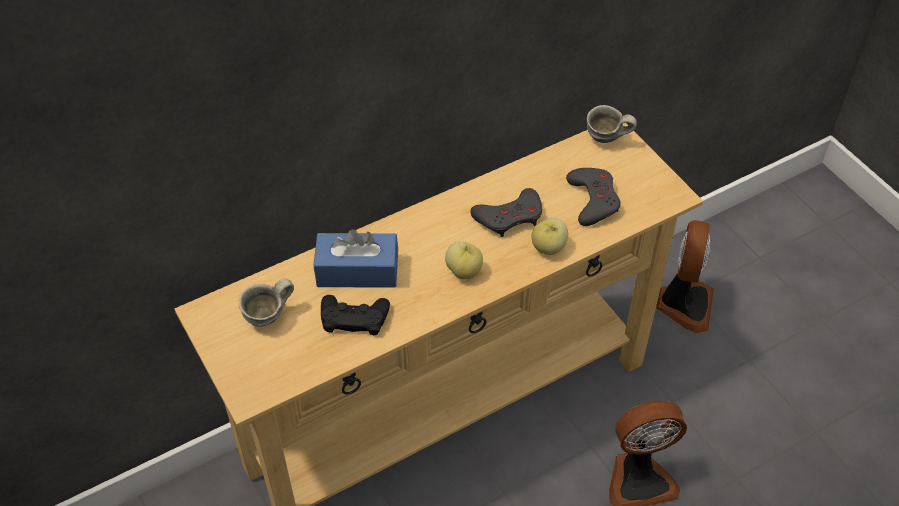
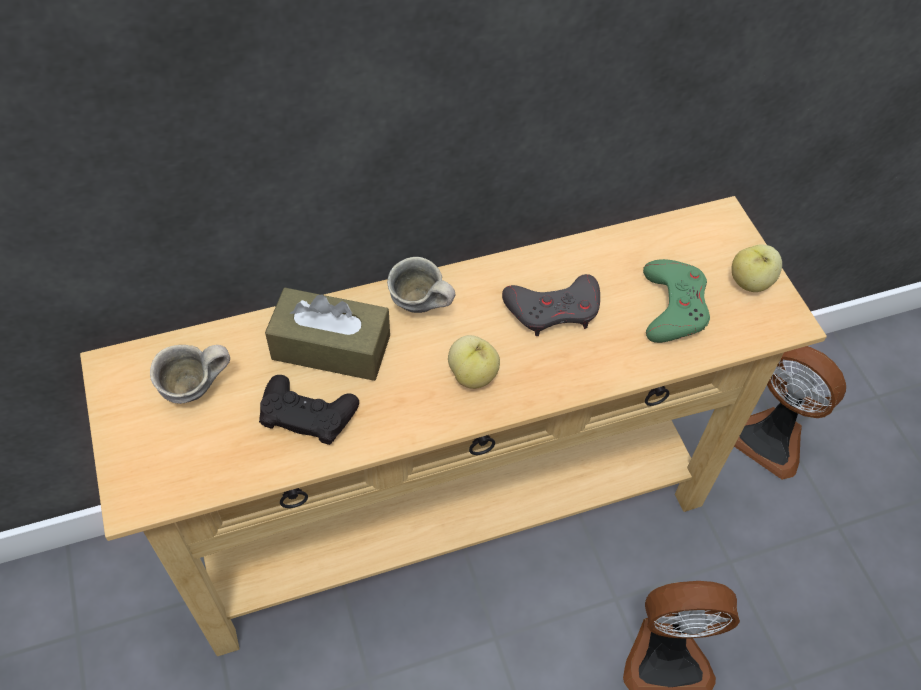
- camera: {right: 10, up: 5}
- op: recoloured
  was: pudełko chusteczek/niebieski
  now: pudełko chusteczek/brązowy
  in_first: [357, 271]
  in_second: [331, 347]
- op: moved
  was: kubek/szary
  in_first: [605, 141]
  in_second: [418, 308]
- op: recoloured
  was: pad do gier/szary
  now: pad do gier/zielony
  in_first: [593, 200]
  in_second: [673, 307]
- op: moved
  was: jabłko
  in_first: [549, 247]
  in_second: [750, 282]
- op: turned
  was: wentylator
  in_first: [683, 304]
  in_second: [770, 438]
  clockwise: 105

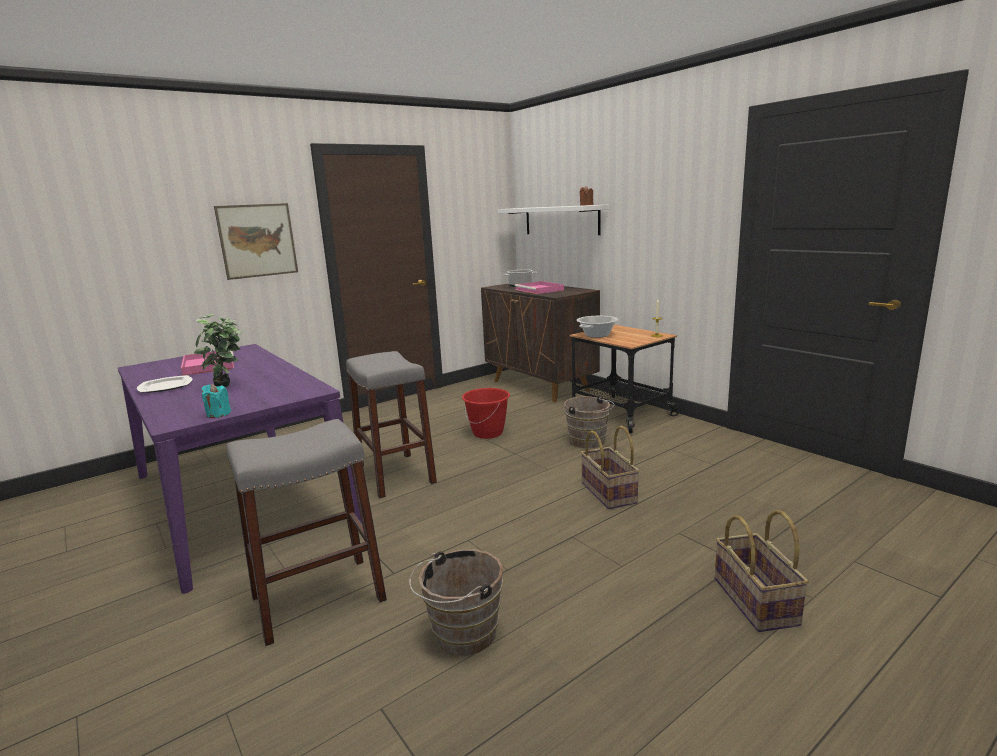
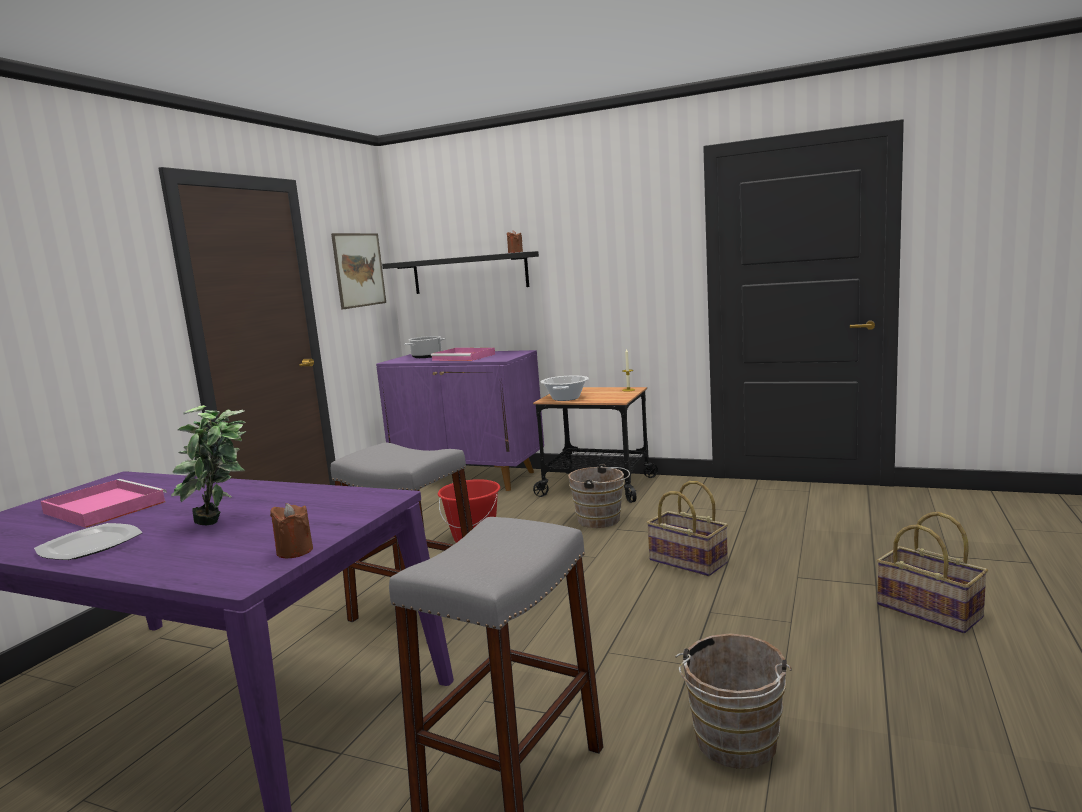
- camera: {right: -30, up: -5}
- op: recoloured
  was: świeca/turkusowy
  now: świeca/brązowy
  in_first: [218, 414]
  in_second: [295, 551]
- op: moved
  was: obraz
  in_first: [257, 240]
  in_second: [359, 270]
- op: recoloured
  was: szafka/brązowy
  now: szafka/fioletowy
  in_first: [540, 386]
  in_second: [470, 478]
- op: recoloured
  was: półka/biały
  now: półka/czarny
  in_first: [561, 220]
  in_second: [469, 273]

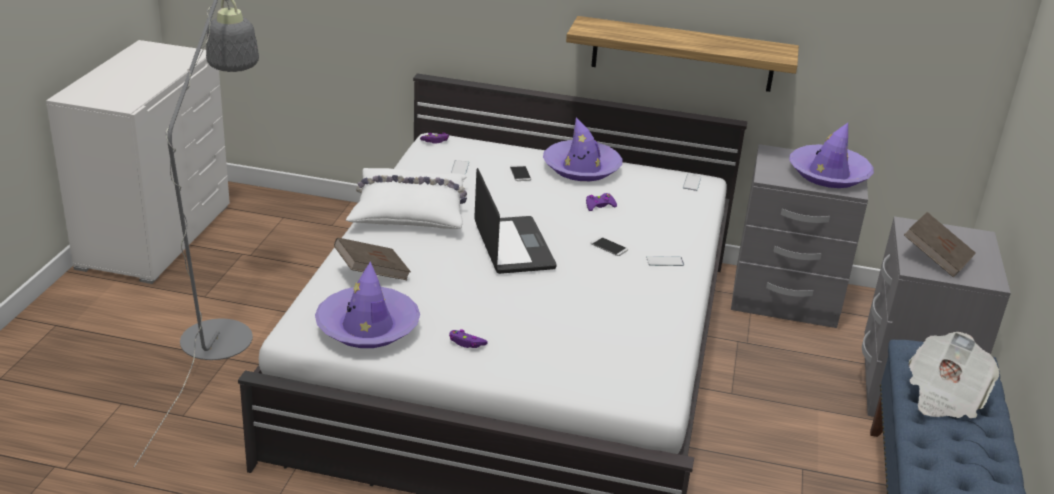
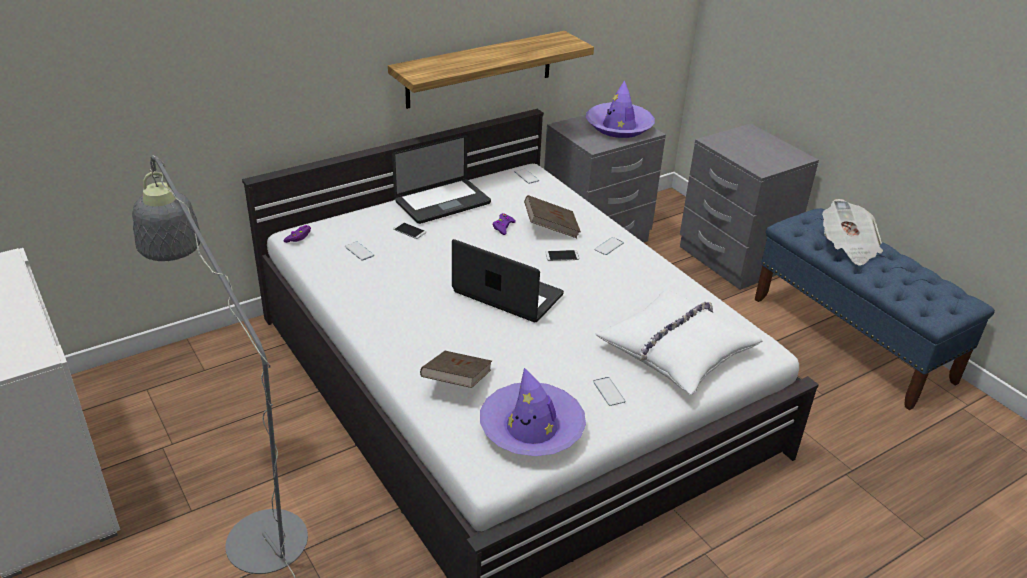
- camera: {right: -45, up: 5}
- op: replaced
  was: kapelusz/fioletowy
  now: laptop
  in_first: [582, 168]
  in_second: [442, 202]
- op: moved
  was: książka/brązowy
  in_first: [936, 258]
  in_second: [551, 228]
- op: replaced
  was: pad do gier/fioletowy
  now: telefon
  in_first: [466, 343]
  in_second: [609, 391]
- op: moved
  was: poduszka/biały
  in_first: [410, 210]
  in_second: [676, 350]

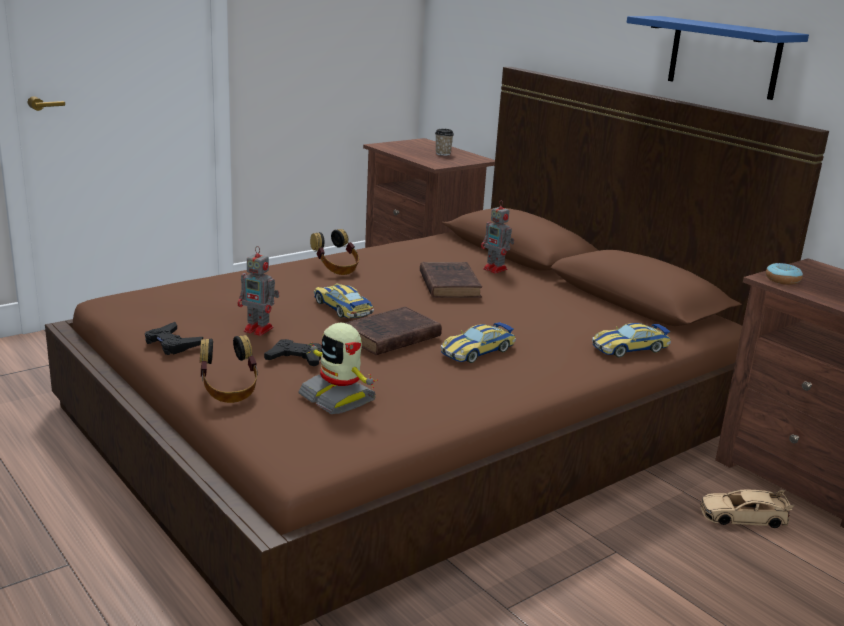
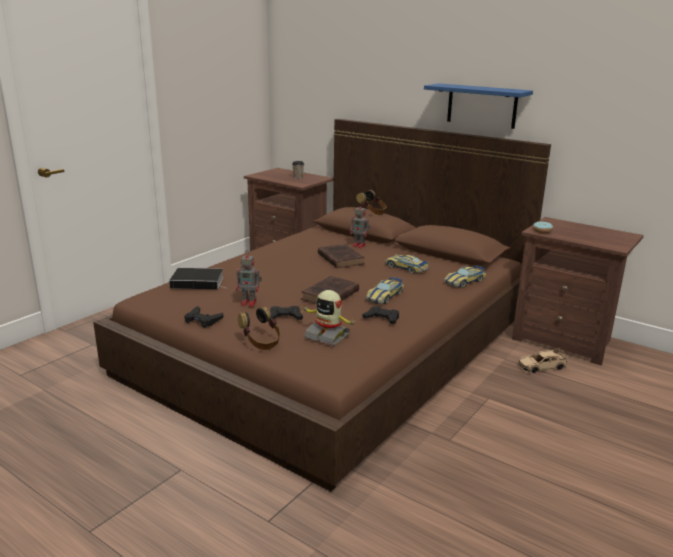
- camera: {right: -15, up: 0}
- op: added
  now: książka
  in_second: [199, 282]
- op: moved
  was: słuchawki
  in_first: [336, 269]
  in_second: [372, 212]
- op: added
  now: pad do gier/czarny
  in_second: [382, 318]
- op: moved
  was: samochodzik
  in_first: [342, 308]
  in_second: [406, 268]

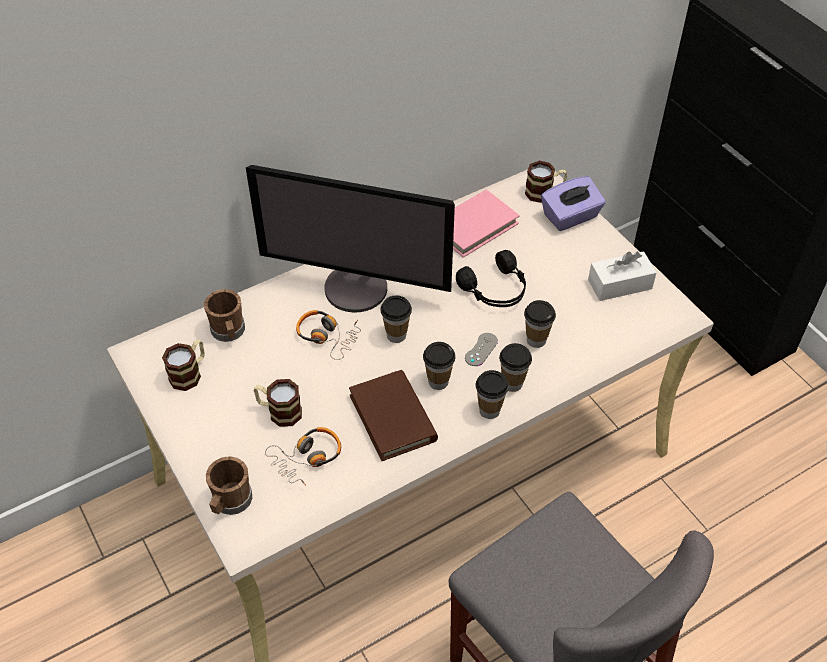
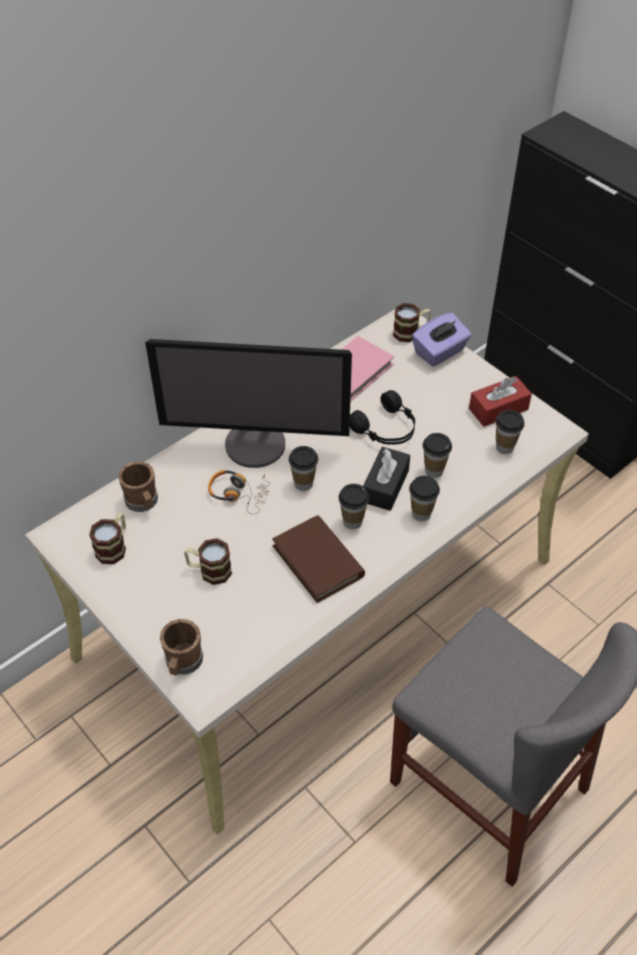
- camera: {right: -10, up: 0}
- op: replaced
  was: pad do gier/szary
  now: pudełko chusteczek/czarny
  in_first: [481, 349]
  in_second: [385, 486]
- op: recoloured
  was: pudełko chusteczek/biały
  now: pudełko chusteczek/czerwony
  in_first: [620, 284]
  in_second: [498, 409]
- op: moved
  was: filiżanka
  in_first: [489, 410]
  in_second: [504, 447]
- op: removed
  was: słuchawki
  in_first: [307, 458]

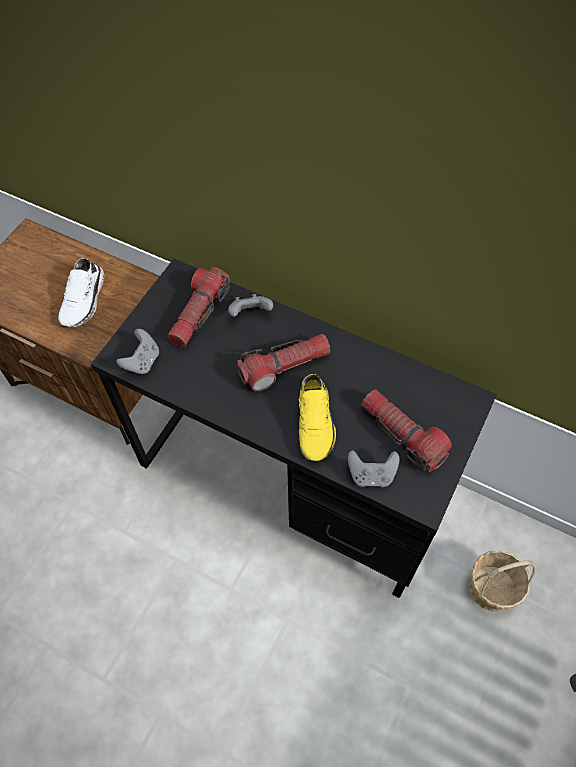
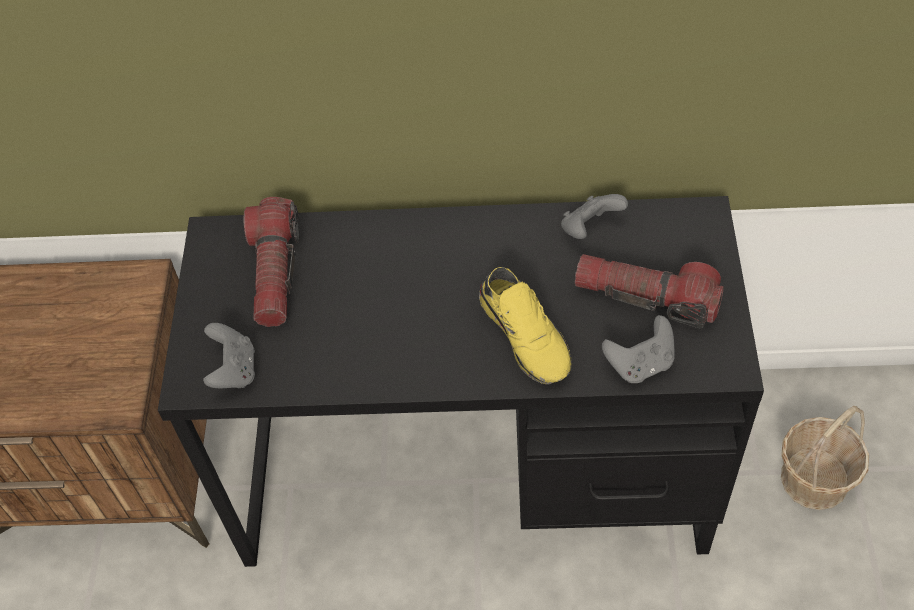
- camera: {right: -25, up: -5}
- op: moved
  was: pad do gier/szary
  in_first: [250, 313]
  in_second: [589, 229]
- op: removed
  was: but/biały
  in_first: [85, 300]
- op: removed
  was: latarka
  in_first: [284, 366]

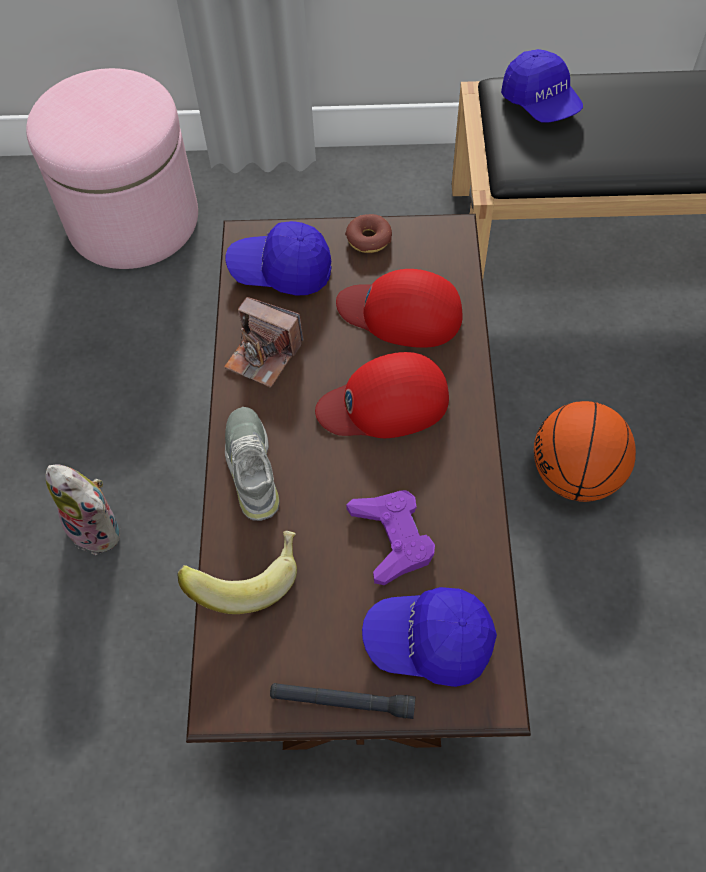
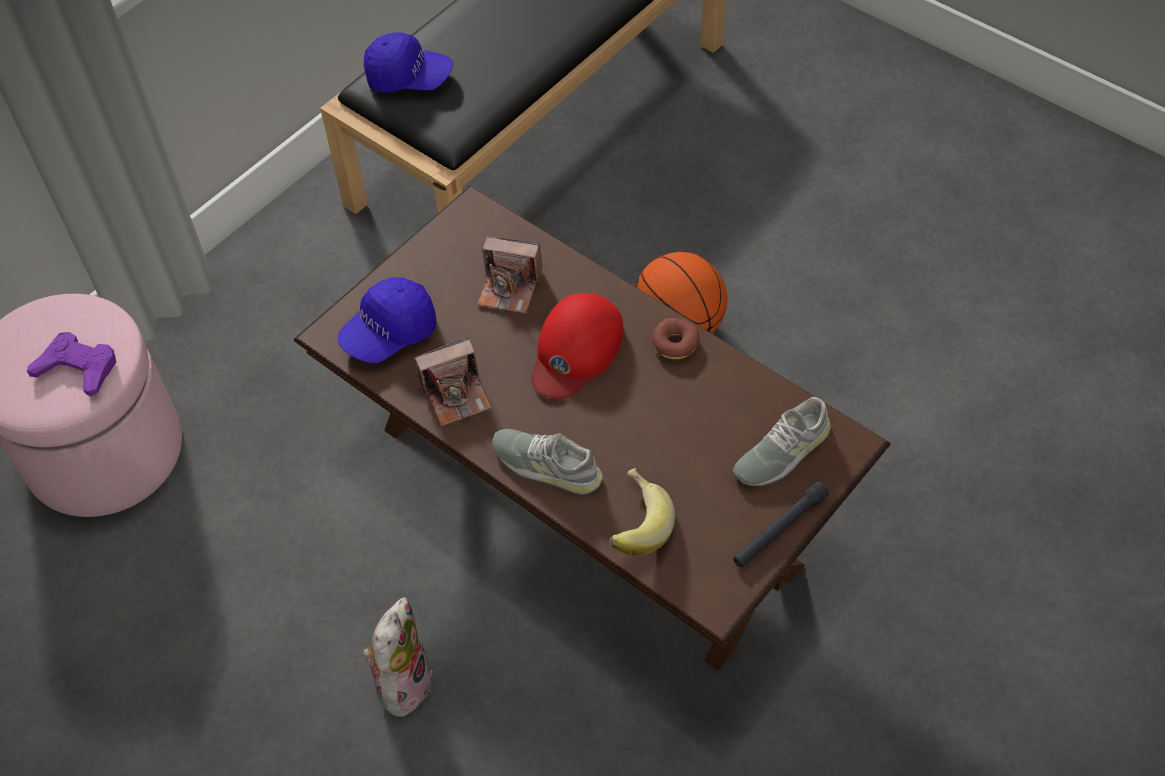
- camera: {right: -50, up: -5}
- op: moved
  was: pad do gier/fioletowy
  in_first: [392, 538]
  in_second: [78, 368]
- op: turned
  was: pluszak
  in_first: [99, 528]
  in_second: [402, 681]
  clockwise: -60
- op: replaced
  was: czapka z daszkiem/czerwony
  now: aparat fotograficzny
  in_first: [401, 313]
  in_second: [510, 288]
- op: moved
  was: donut
  in_first: [369, 239]
  in_second: [675, 344]
- op: replaced
  was: czapka z daszkiem/niebieski
  now: but/szary
  in_first: [429, 642]
  in_second: [781, 451]

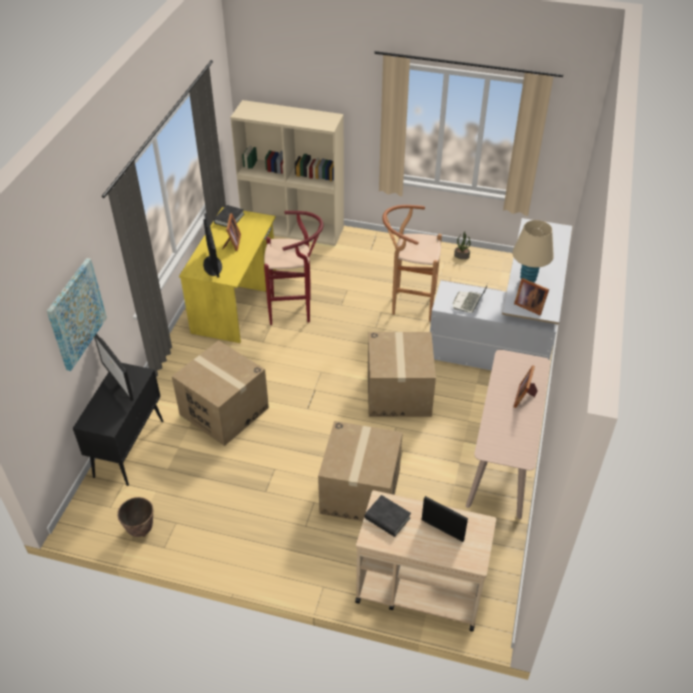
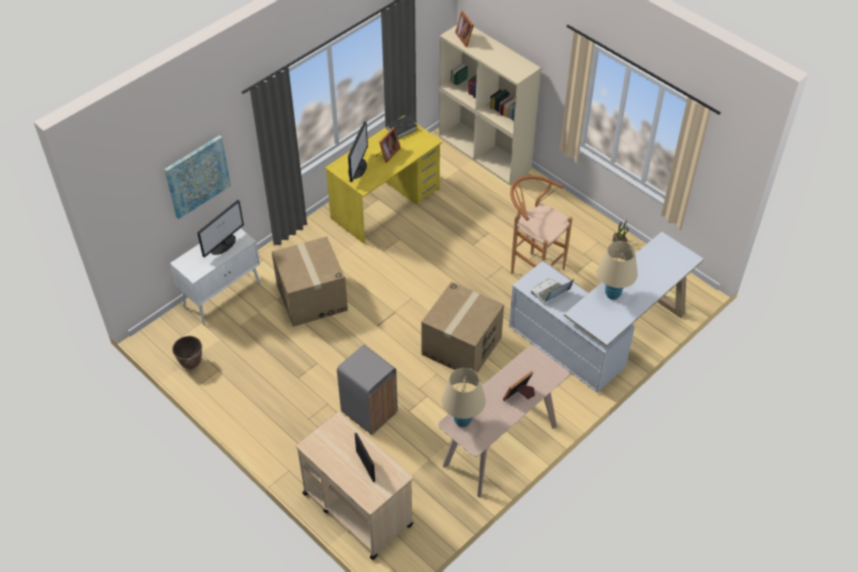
- camera: {right: 30, up: 5}
- op: recoloured
  was: szafka/czarny
  now: szafka/biały
  in_first: [129, 448]
  in_second: [223, 295]
- op: turned
  was: monitor
  in_first: [121, 386]
  in_second: [223, 244]
  clockwise: -135
- op: replaced
  was: karton
  now: kosz na śmieci/szary
  in_first: [360, 491]
  in_second: [369, 413]
- op: added
  now: lampa stołowa/beżowy
  in_second: [462, 421]
- op: moved
  was: ramka na zdjęcie
  in_first: [529, 305]
  in_second: [465, 37]
- op: removed
  was: stołek/czerwony
  in_first: [295, 310]
- op: removed
  was: książka/czarny
  in_first: [387, 518]

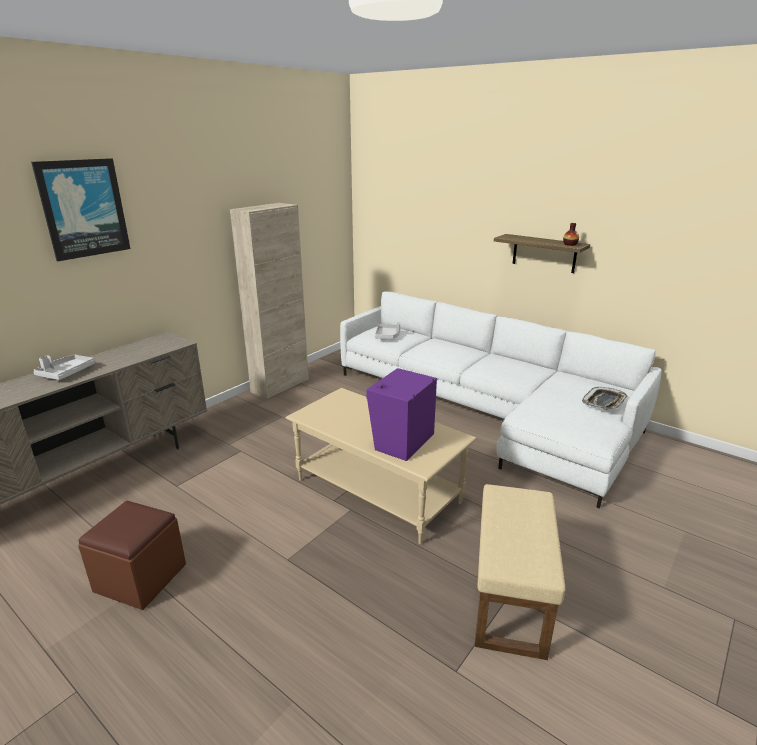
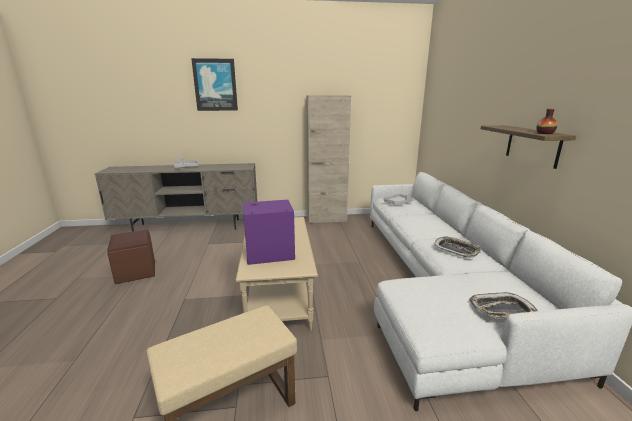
- camera: {right: 45, up: -5}
- op: added
  now: taca
  in_second: [456, 249]

